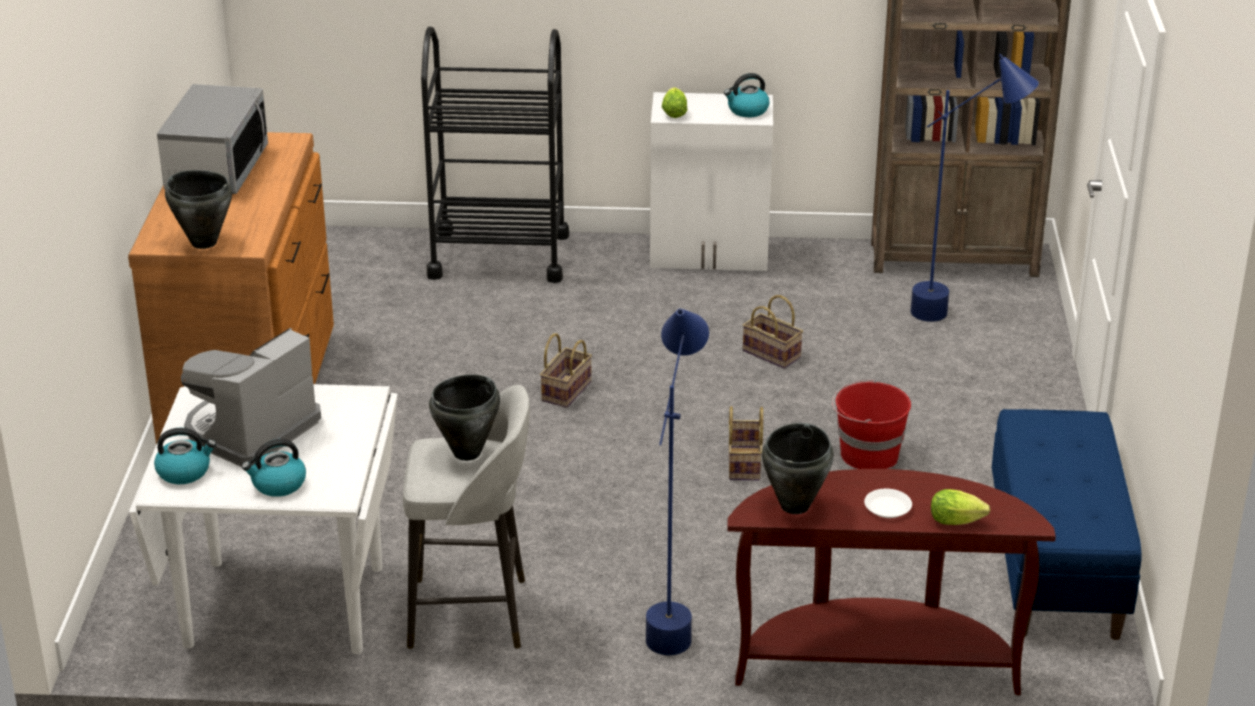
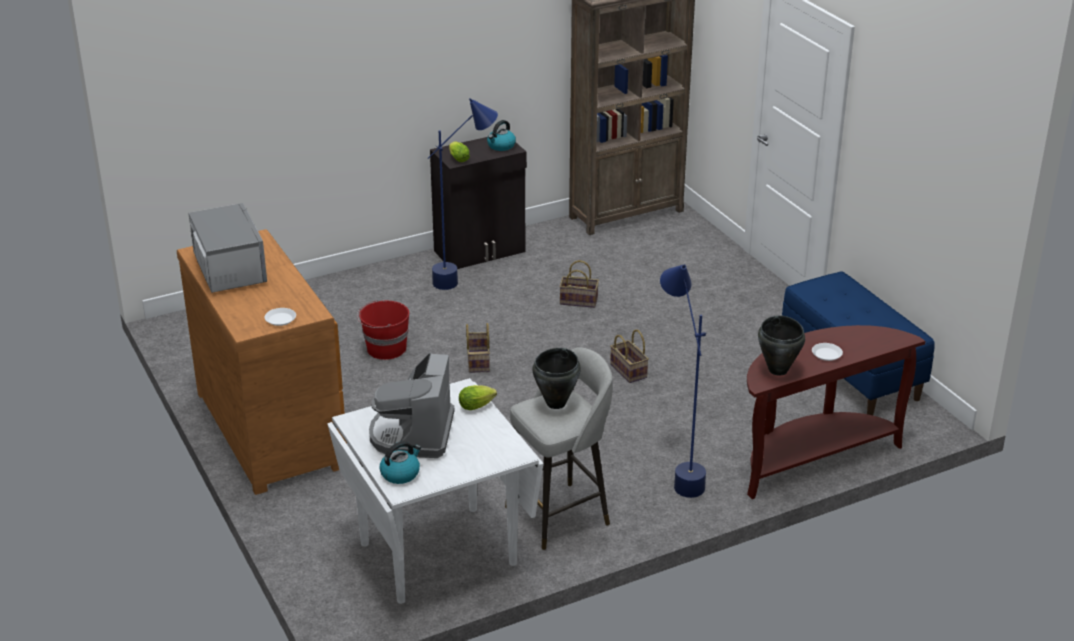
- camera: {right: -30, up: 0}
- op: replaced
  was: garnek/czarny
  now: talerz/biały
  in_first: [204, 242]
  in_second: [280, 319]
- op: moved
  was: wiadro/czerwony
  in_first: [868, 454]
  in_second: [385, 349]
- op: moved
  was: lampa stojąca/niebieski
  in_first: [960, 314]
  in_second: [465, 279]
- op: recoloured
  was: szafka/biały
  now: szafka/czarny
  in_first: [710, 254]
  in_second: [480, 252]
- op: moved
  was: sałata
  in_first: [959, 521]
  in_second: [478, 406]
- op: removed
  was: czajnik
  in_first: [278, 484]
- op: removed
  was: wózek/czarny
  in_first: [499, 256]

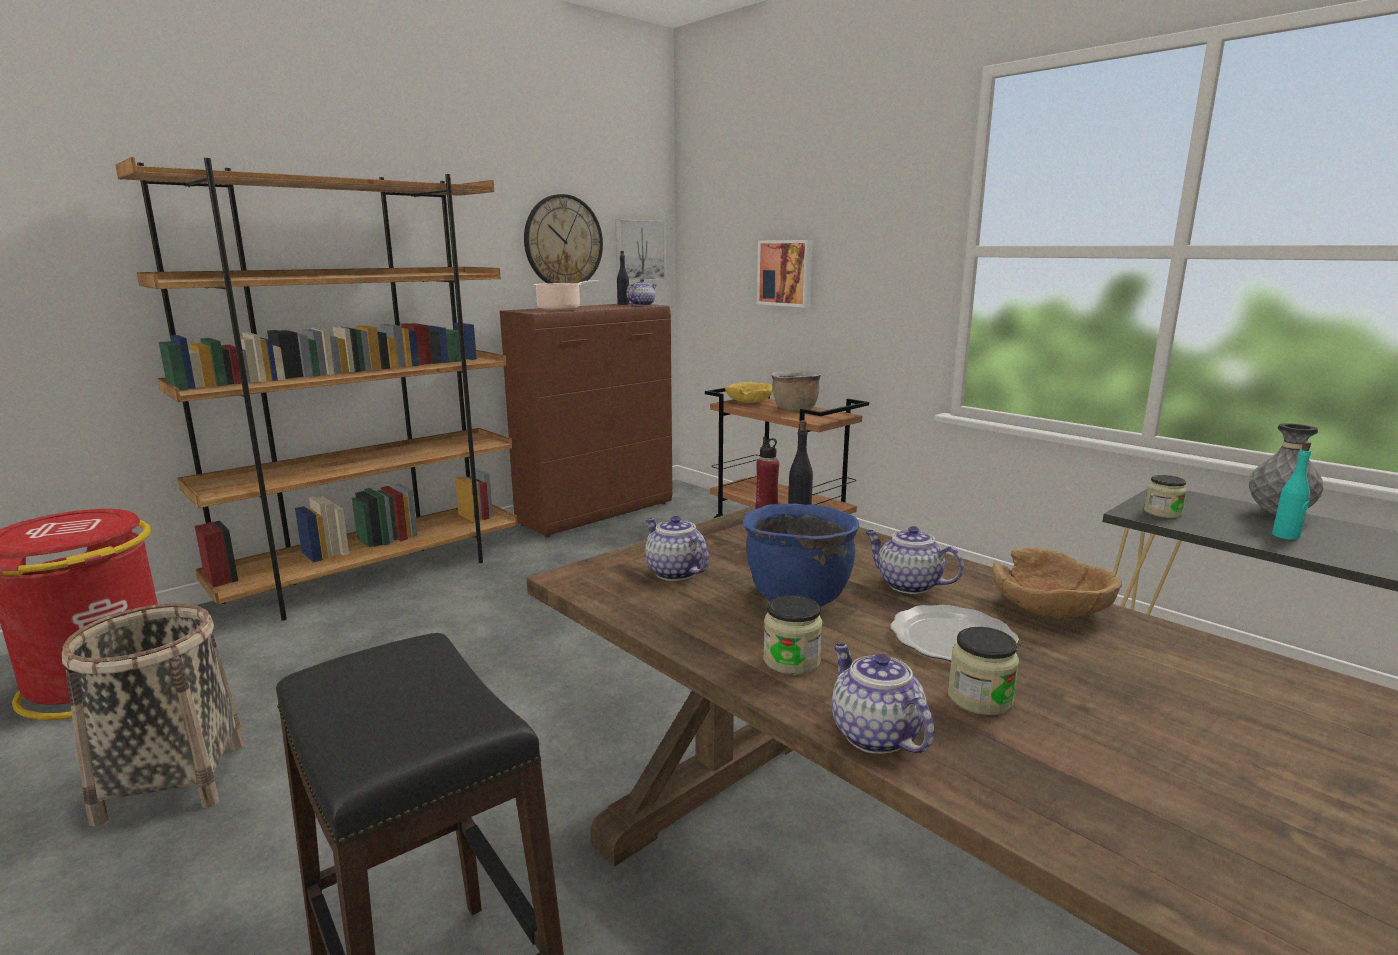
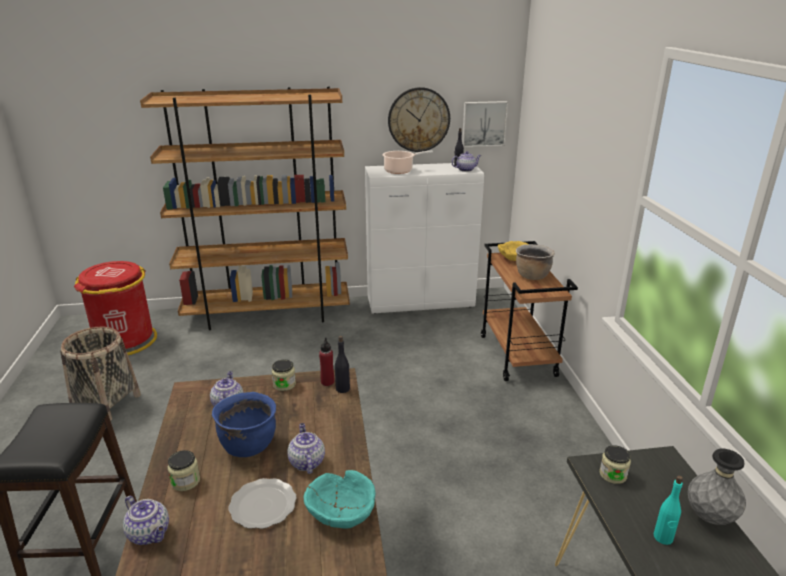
- camera: {right: 35, up: 10}
- op: turned
  was: imbryk
  in_first: [873, 734]
  in_second: [150, 534]
  clockwise: 120
- op: moved
  was: słoik
  in_first: [980, 698]
  in_second: [284, 384]
- op: recoloured
  was: miska/brązowy
  now: miska/turkusowy
  in_first: [1051, 608]
  in_second: [341, 512]
- op: recoloured
  was: szafka/brązowy
  now: szafka/biały
  in_first: [597, 513]
  in_second: [421, 303]
- op: removed
  was: obraz
  in_first: [786, 273]

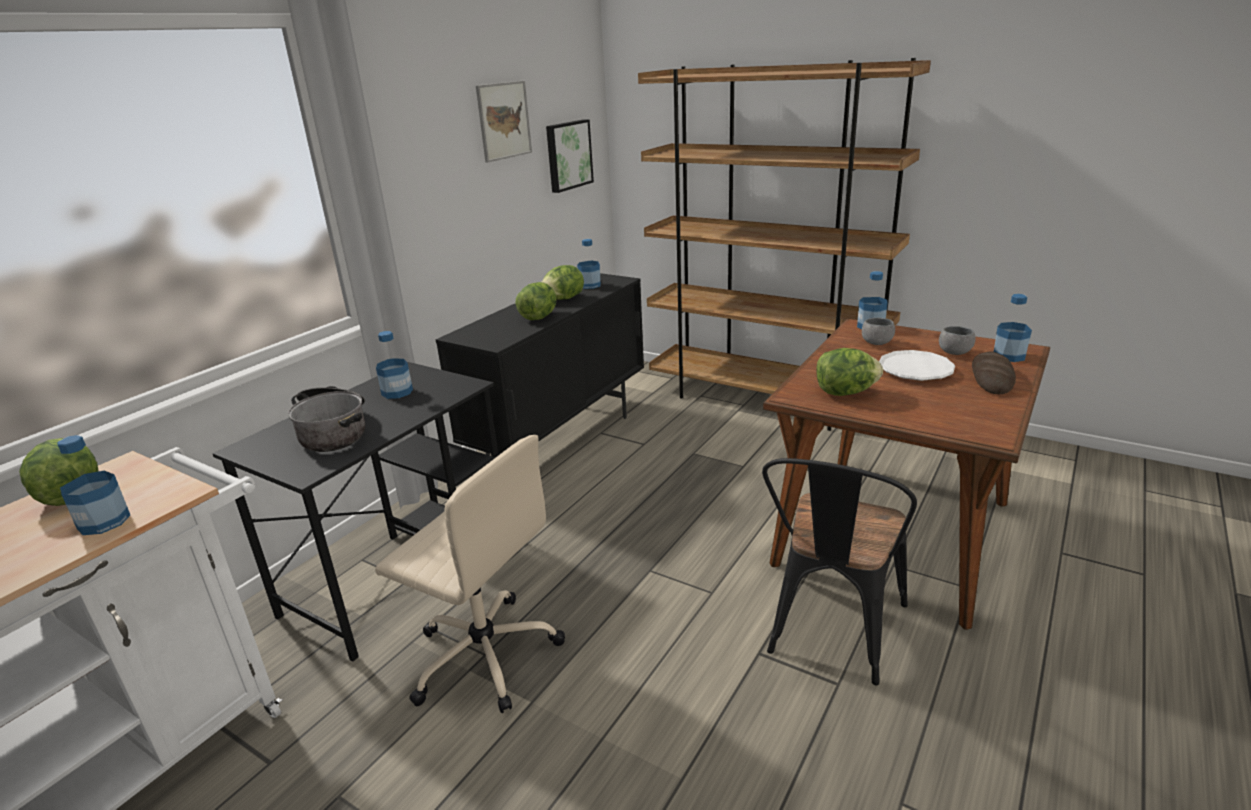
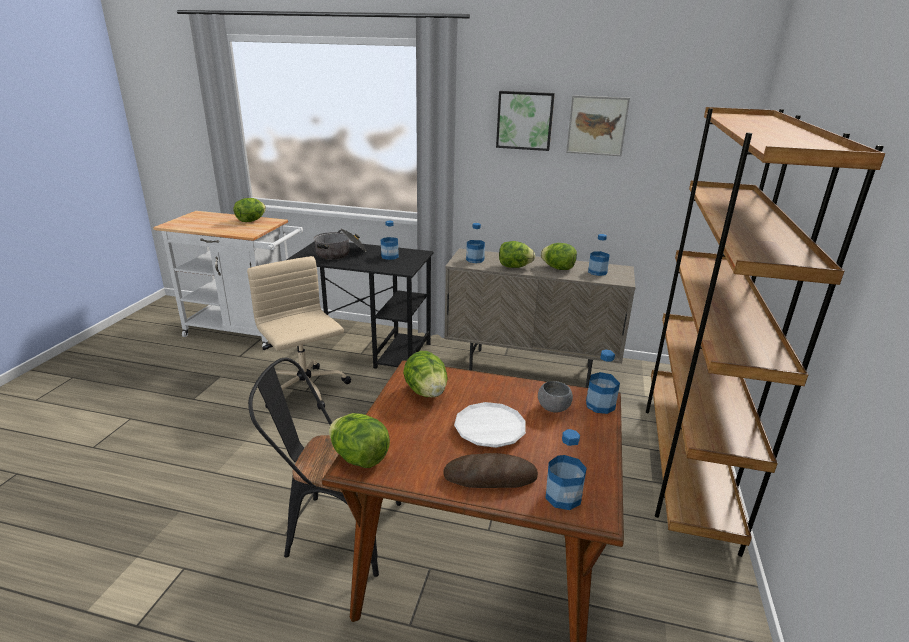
- camera: {right: 70, up: 0}
- op: turned
  was: krzesło biurowe/beżowy
  in_first: [483, 654]
  in_second: [305, 390]
  clockwise: 135
- op: added
  now: sałata
  in_second: [359, 458]
- op: recoloured
  was: szafka/czarny
  now: szafka/beżowy
  in_first: [561, 442]
  in_second: [531, 369]
- op: moved
  was: butelka
  in_first: [104, 521]
  in_second: [475, 260]
- op: moved
  was: obraz
  in_first: [567, 155]
  in_second: [525, 120]
- op: removed
  was: miska/szary
  in_first: [954, 352]

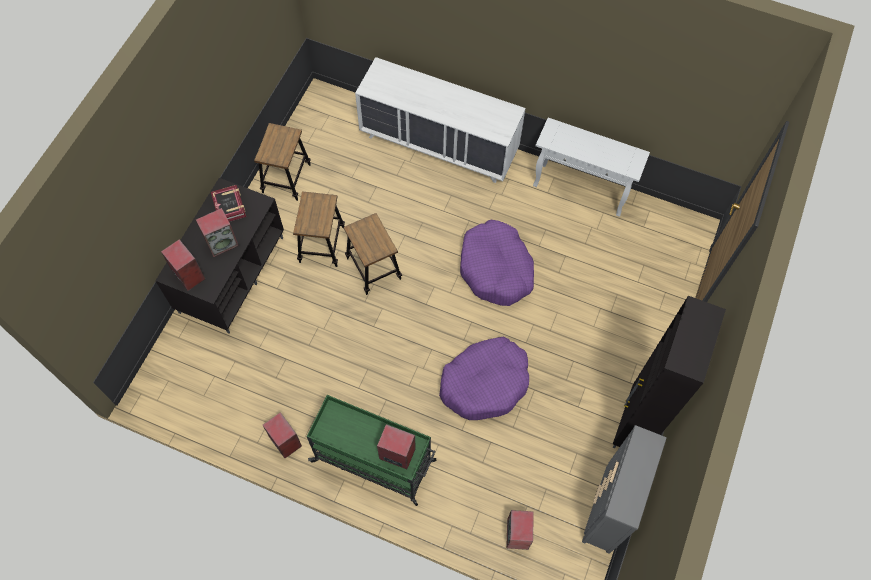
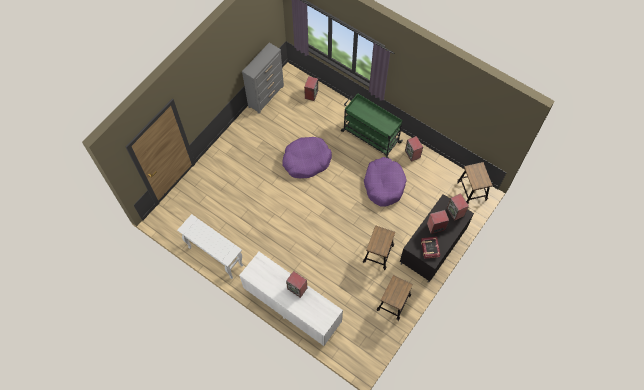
- camera: {right: -165, up: 0}
- op: moved
  was: głośnik
  in_first: [396, 454]
  in_second: [297, 288]
- op: moved
  was: legowisko/fioletowy
  in_first: [496, 269]
  in_second: [384, 184]
- op: moved
  was: stołek
  in_first: [373, 268]
  in_second: [471, 191]
- op: removed
  was: szafka/czarny
  in_first: [633, 425]

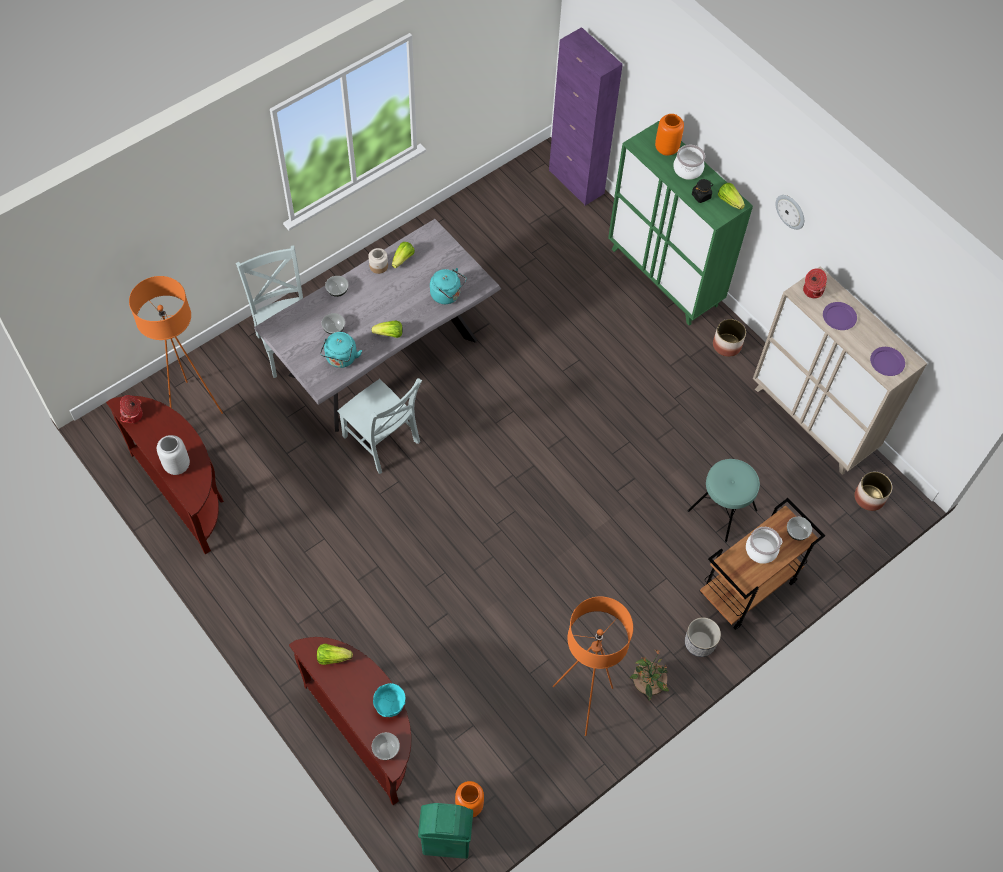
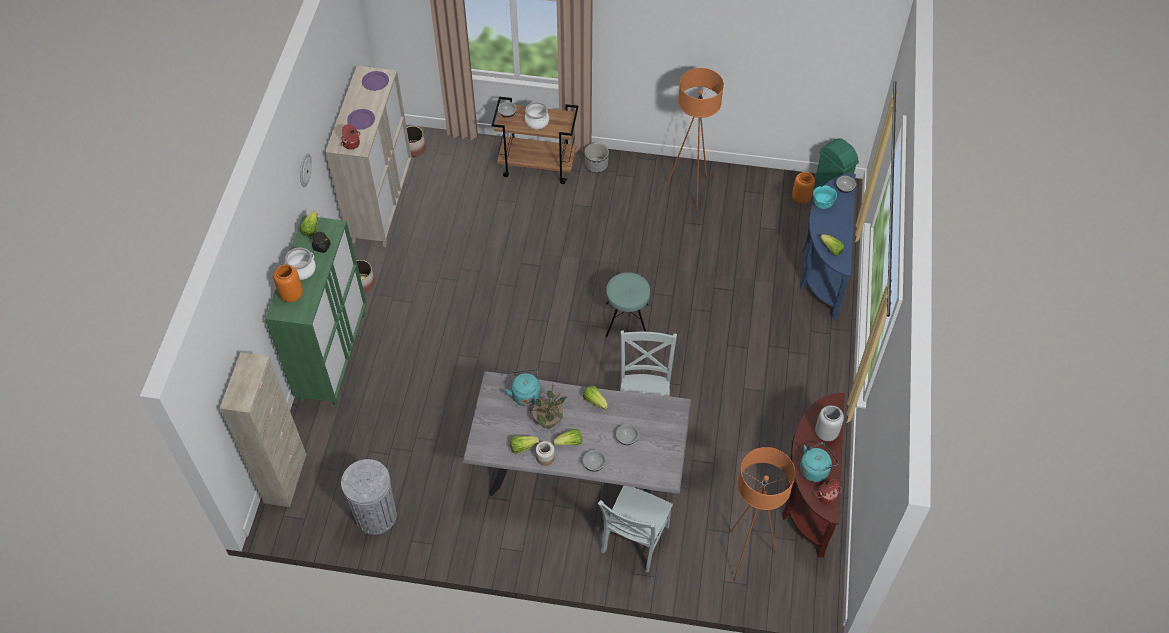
- camera: {right: -130, up: -5}
- op: recoloured
  was: szafka/fioletowy
  now: szafka/beżowy
  in_first: [576, 182]
  in_second: [285, 478]
- op: added
  now: kosz na śmieci/szary
  in_second: [376, 515]
- op: moved
  was: roślina doniczkowa
  in_first: [647, 685]
  in_second: [548, 420]
- op: added
  now: sałata
  in_second: [569, 442]
- op: moved
  was: stołek/turkusowy
  in_first: [722, 510]
  in_second: [627, 320]
- op: recoloured
  was: stolik konsolowy/brązowy
  now: stolik konsolowy/niebieski
  in_first: [366, 731]
  in_second: [822, 270]
- op: moved
  was: czajnik/turkusowy
  in_first: [341, 359]
  in_second: [815, 469]

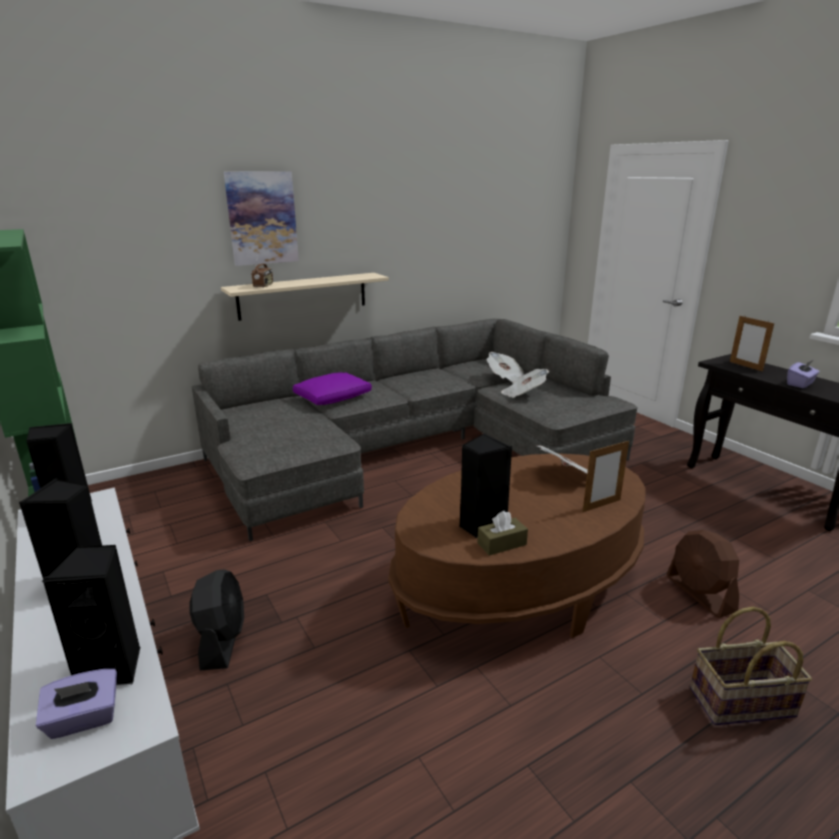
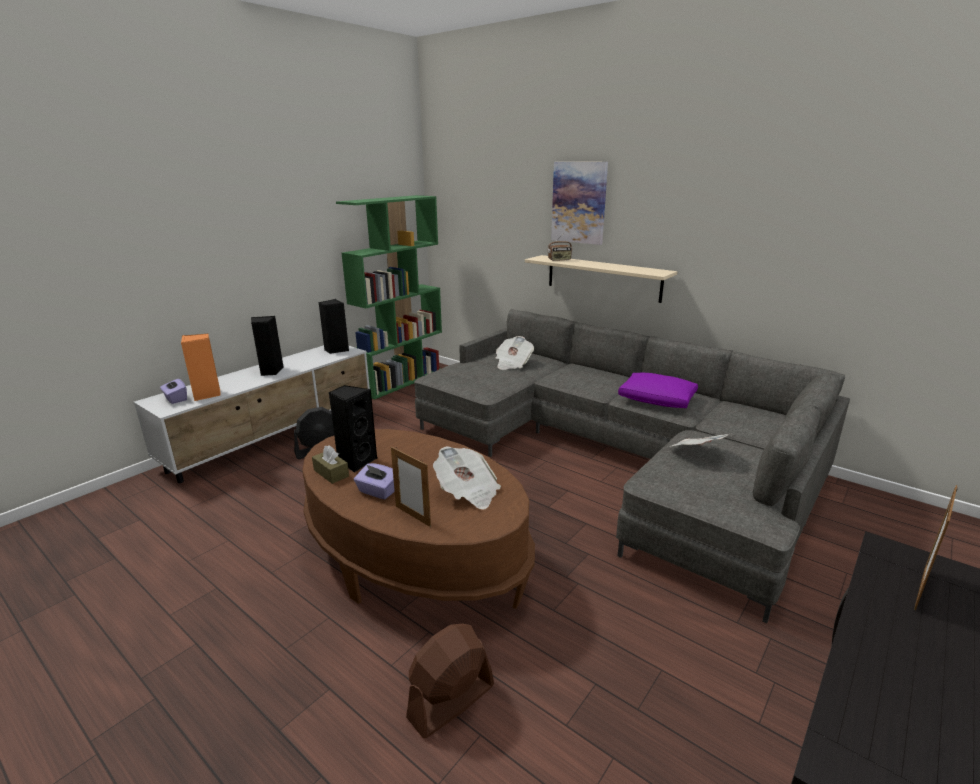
- camera: {right: 70, up: 0}
- op: recoloured
  was: głośnik/czarny
  now: głośnik/pomarańczowy
  in_first: [114, 667]
  in_second: [207, 394]
- op: moved
  was: pudełko chusteczek/fioletowy
  in_first: [800, 384]
  in_second: [377, 491]
- op: moved
  was: gazeta
  in_first: [506, 379]
  in_second: [512, 363]
- op: moved
  was: poduszka/fioletowy
  in_first: [333, 398]
  in_second: [657, 400]
- op: removed
  was: koszyk
  in_first: [742, 703]

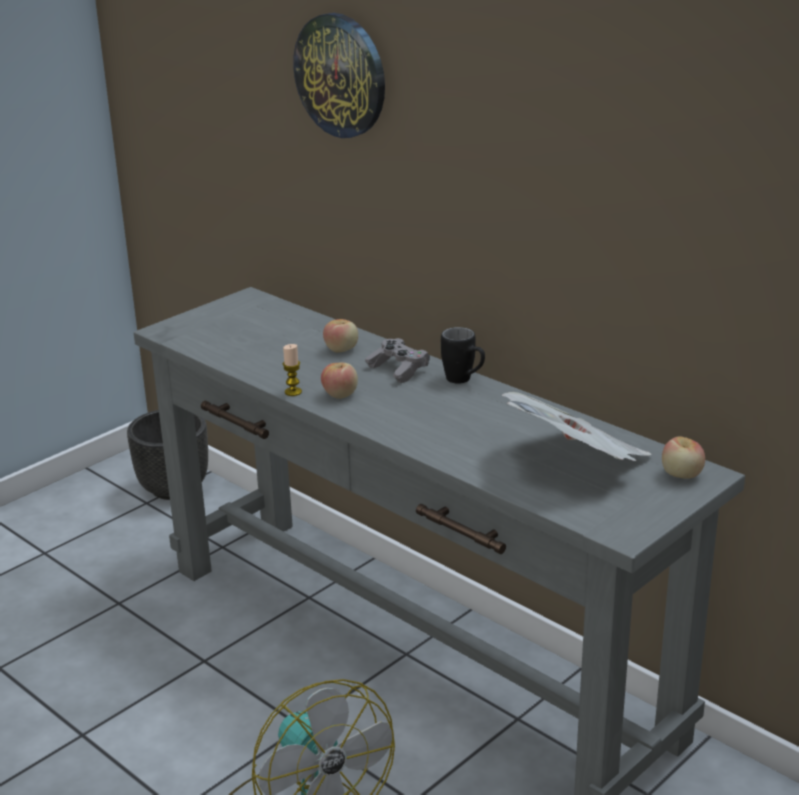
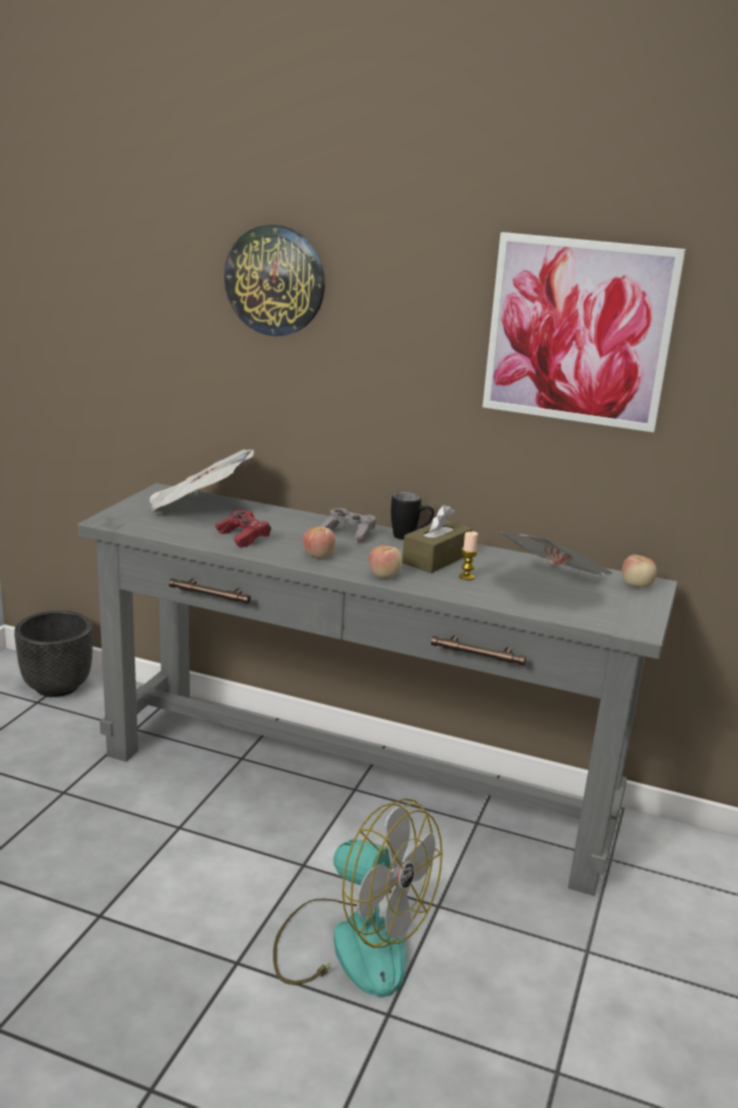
- camera: {right: -25, up: -5}
- op: added
  now: gazeta
  in_second: [197, 507]
- op: added
  now: pad do gier/czerwony
  in_second: [243, 537]
- op: moved
  was: jabłko
  in_first: [341, 349]
  in_second: [384, 575]
- op: added
  now: pudełko chusteczek/brązowy
  in_second: [436, 559]
- op: moved
  was: świeca
  in_first: [293, 392]
  in_second: [466, 577]
- op: added
  now: obraz
  in_second: [579, 331]

